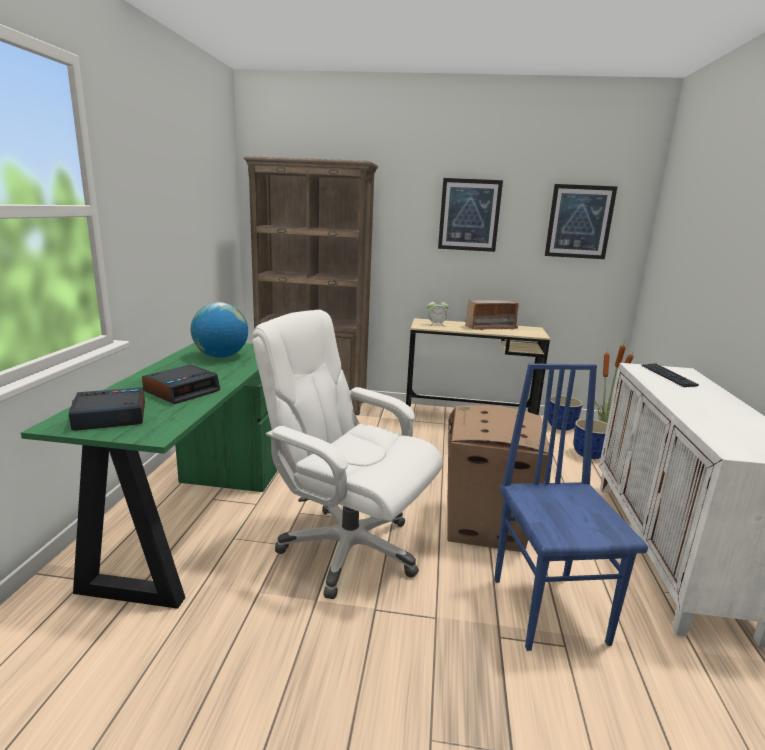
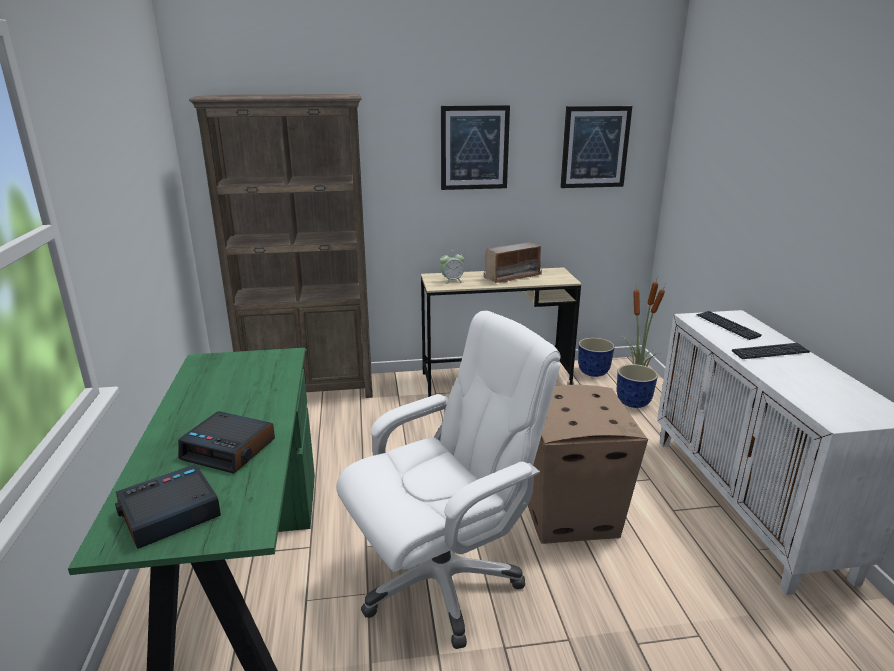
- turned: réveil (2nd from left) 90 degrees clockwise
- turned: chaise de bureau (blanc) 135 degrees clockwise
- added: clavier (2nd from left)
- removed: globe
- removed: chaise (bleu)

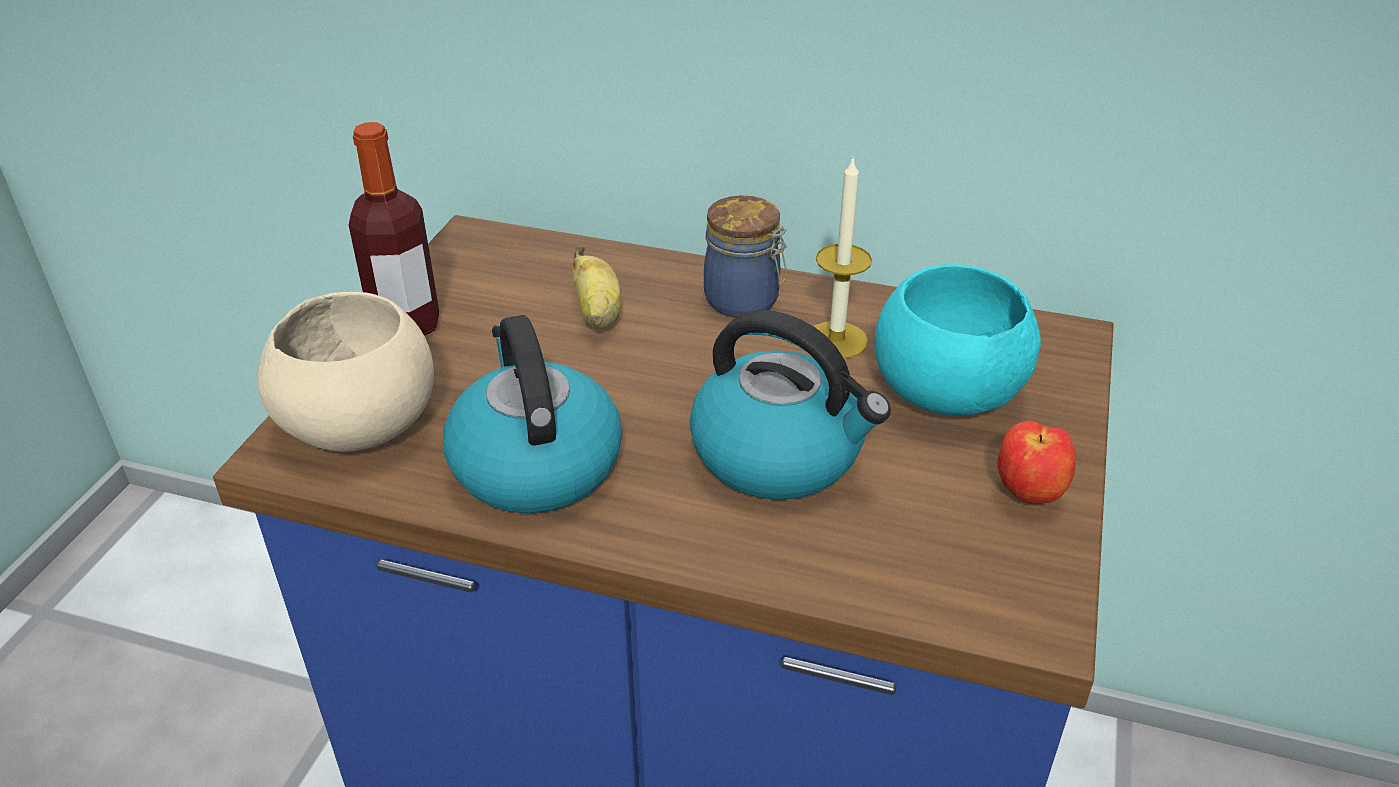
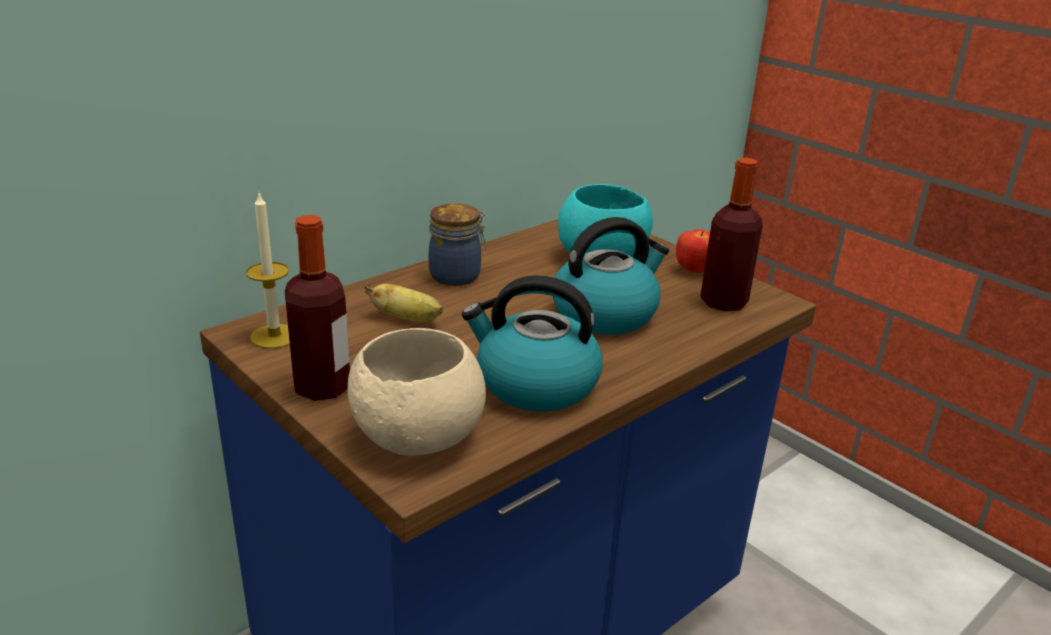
- moved: bougie
- added: bouteille (2nd from left)

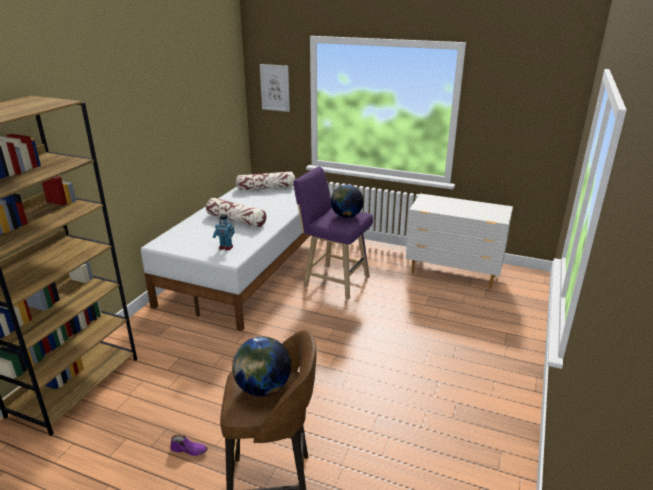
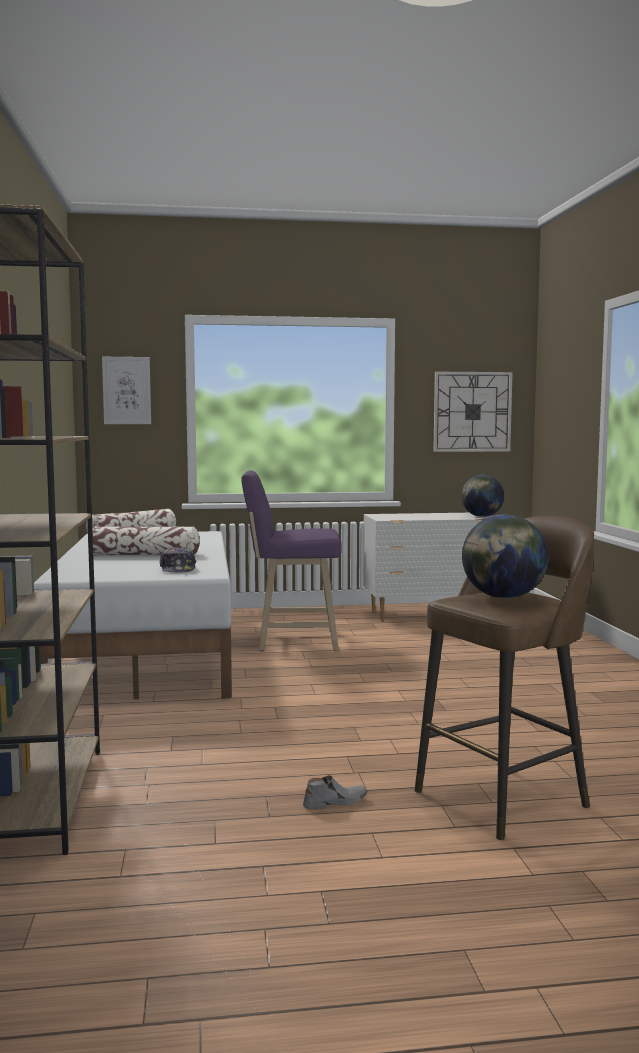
- replaced: robot jouet to casquette
- recoloured: chaussure (violet) to chaussure (gris)
- added: horloge murale
- moved: globe (2nd from left in the first image) to globe (1st from left)

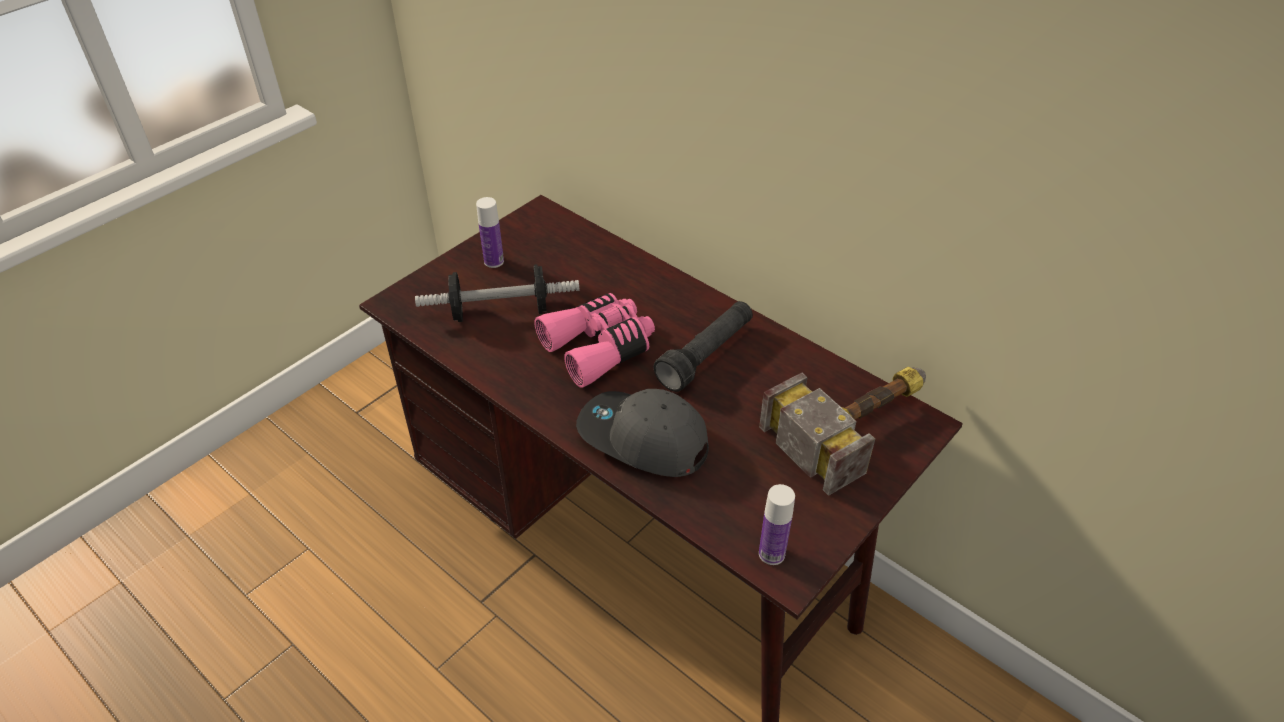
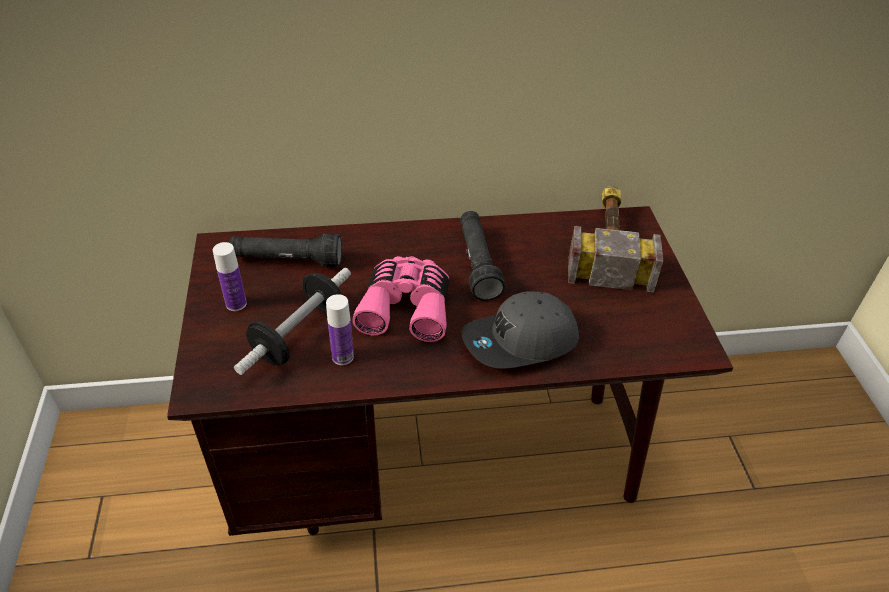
- added: lampe de poche (noir) (1st from left)
- moved: bouteille (2nd from left)

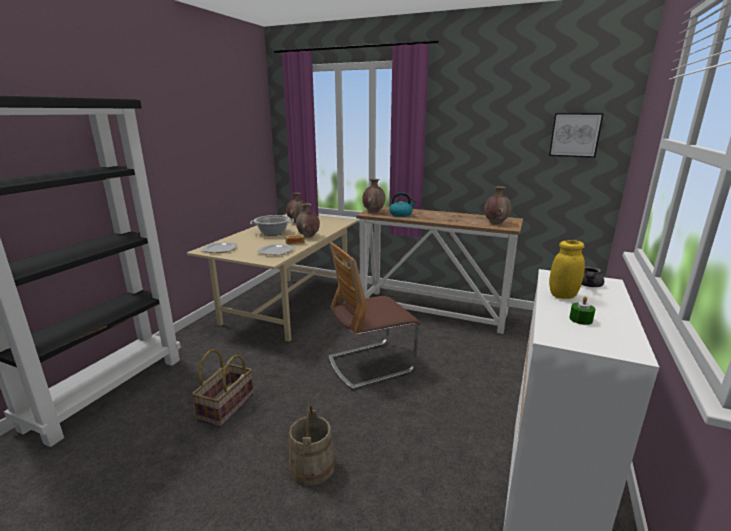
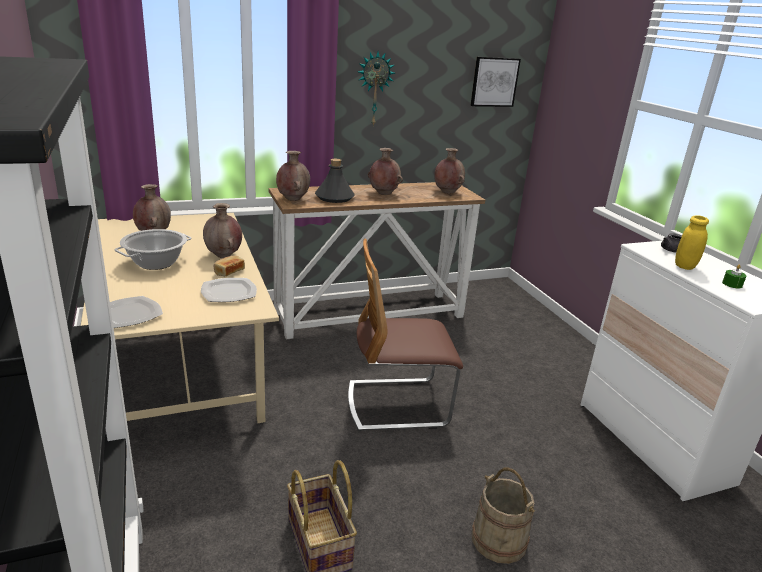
- replaced: bouilloire to bouteille (gris)
- turned: chaise 60 degrees clockwise
- added: horloge murale
- added: vase (marron) (4th from left)

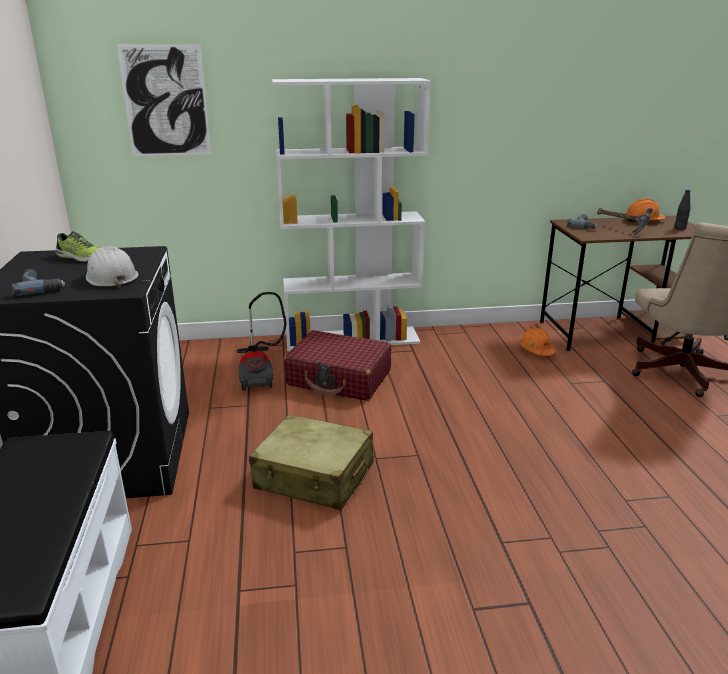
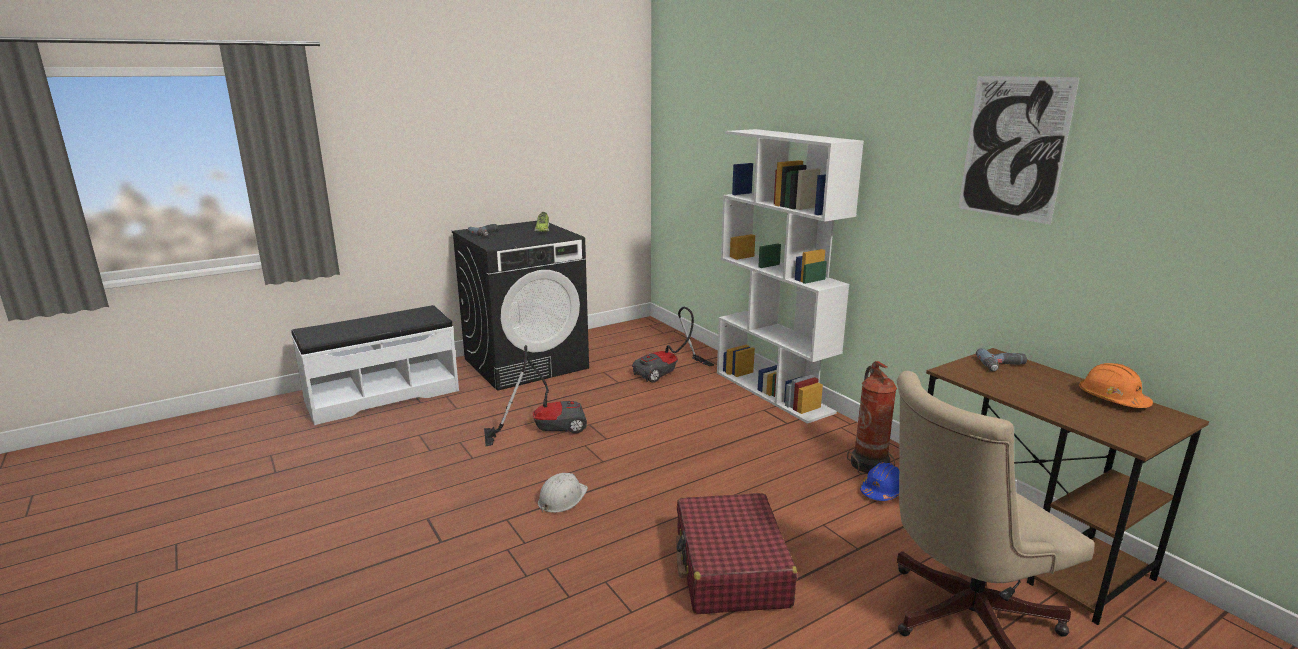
- replaced: valise (beige) to aspirateur (1st from left)
- moved: casque de chantier (blanc)
- moved: valise (rouge)
- added: extincteur
- recoloured: casque de chantier (orange) (1st from left) to casque de chantier (bleu)
- moved: tableau
- removed: marteau
- removed: bouteille (noir)

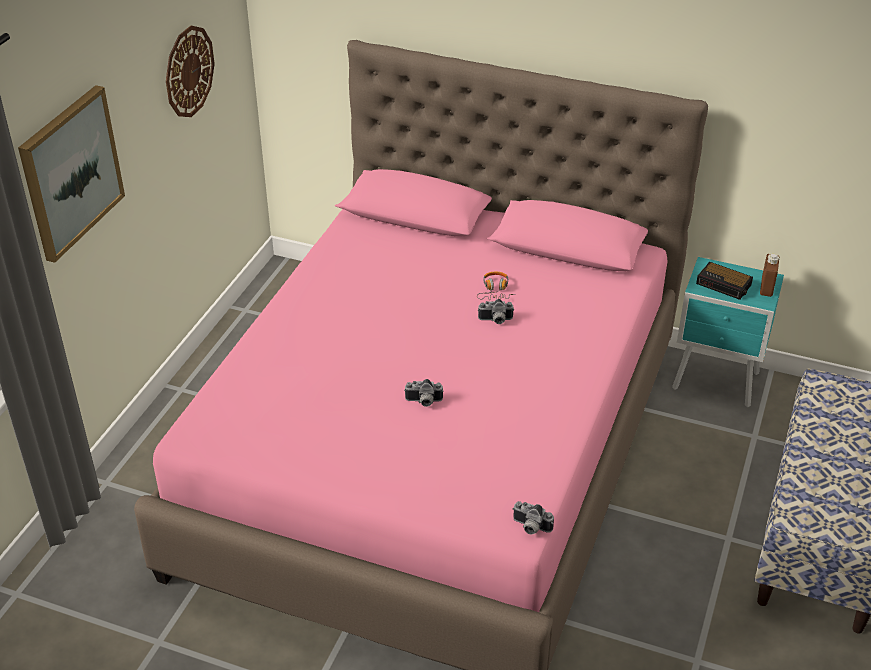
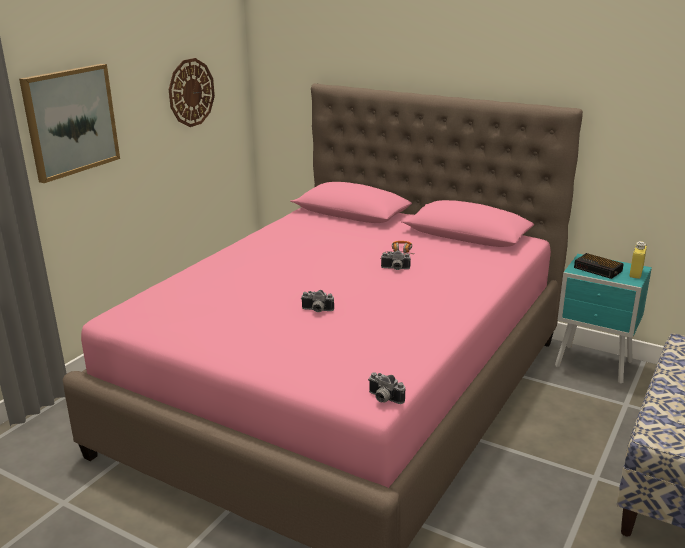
- recoloured: bouteille (marron) to bouteille (jaune)

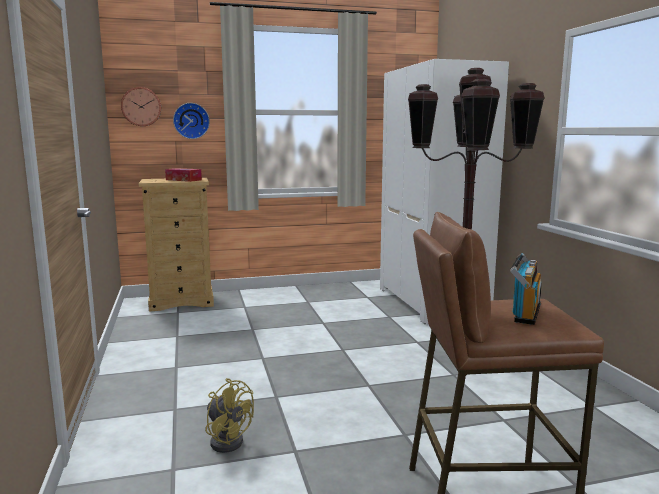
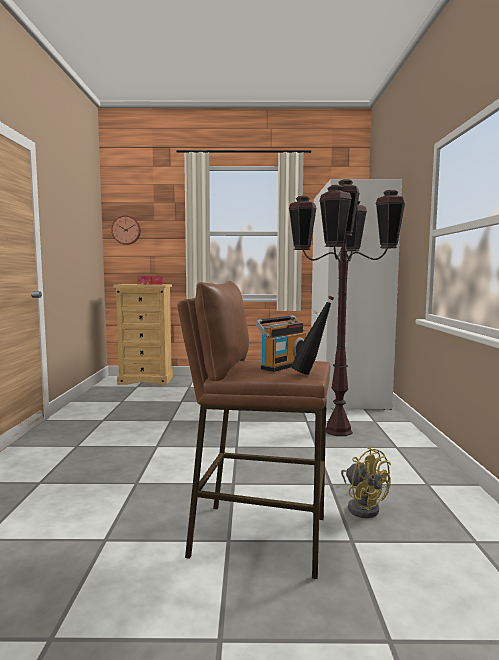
- added: bouteille (noir)
- moved: ventilateur (jaune)
- removed: horloge murale (2nd from left)

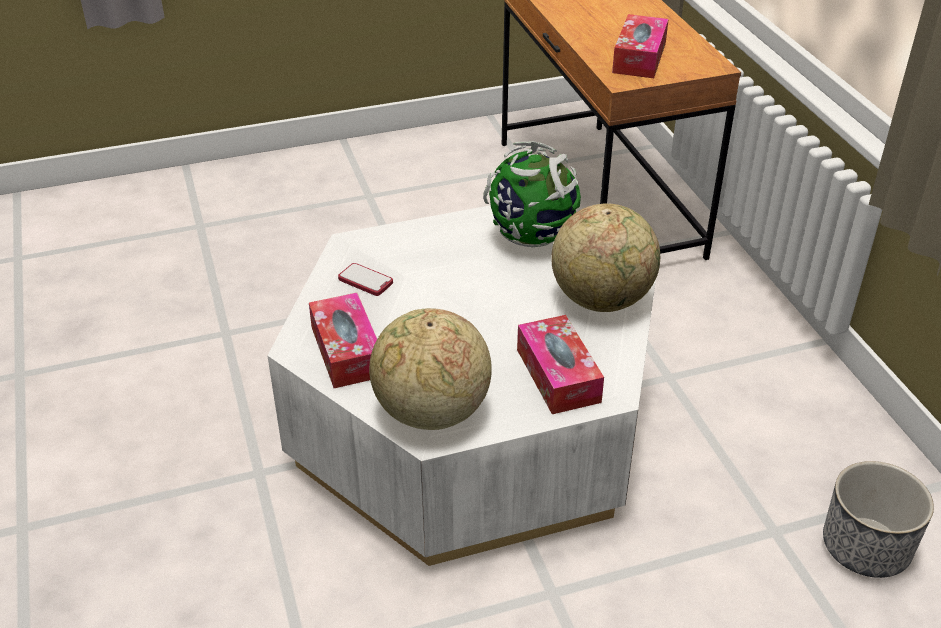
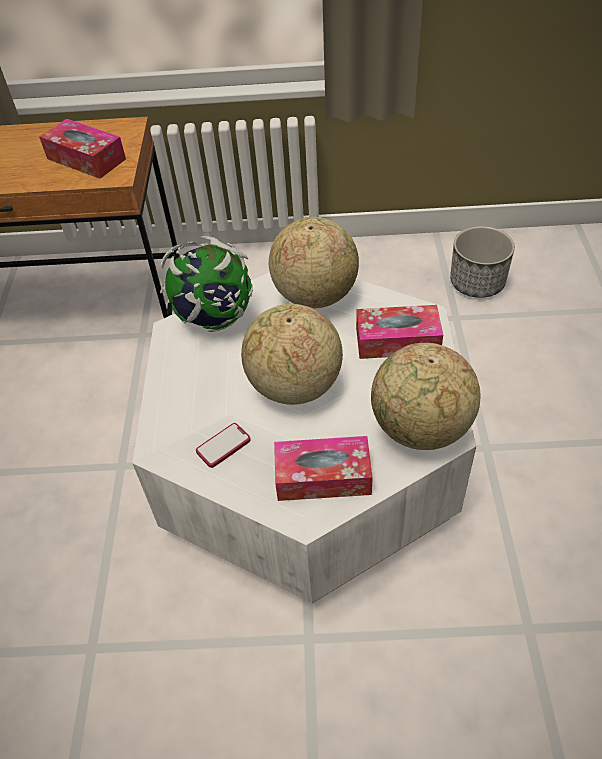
- added: globe (2nd from left)

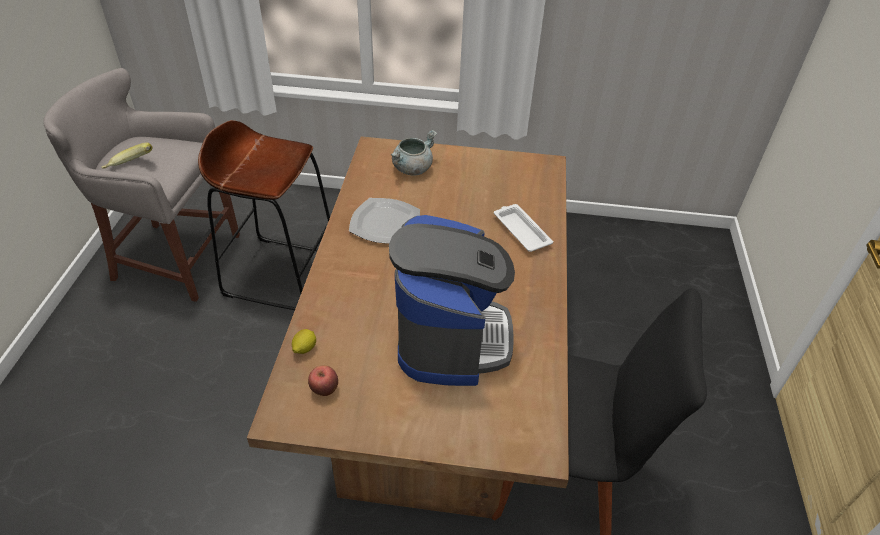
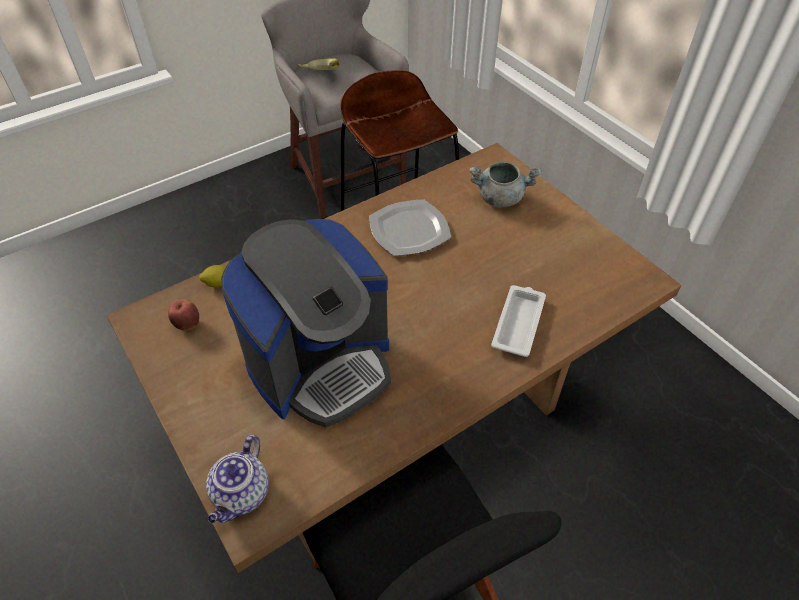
- added: théière

